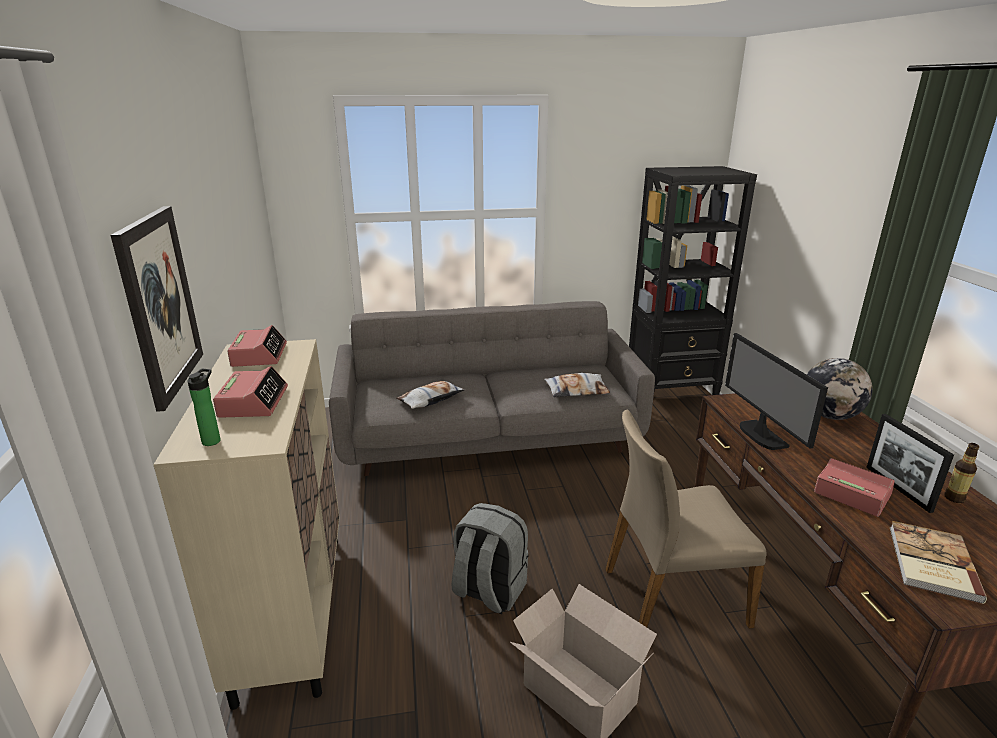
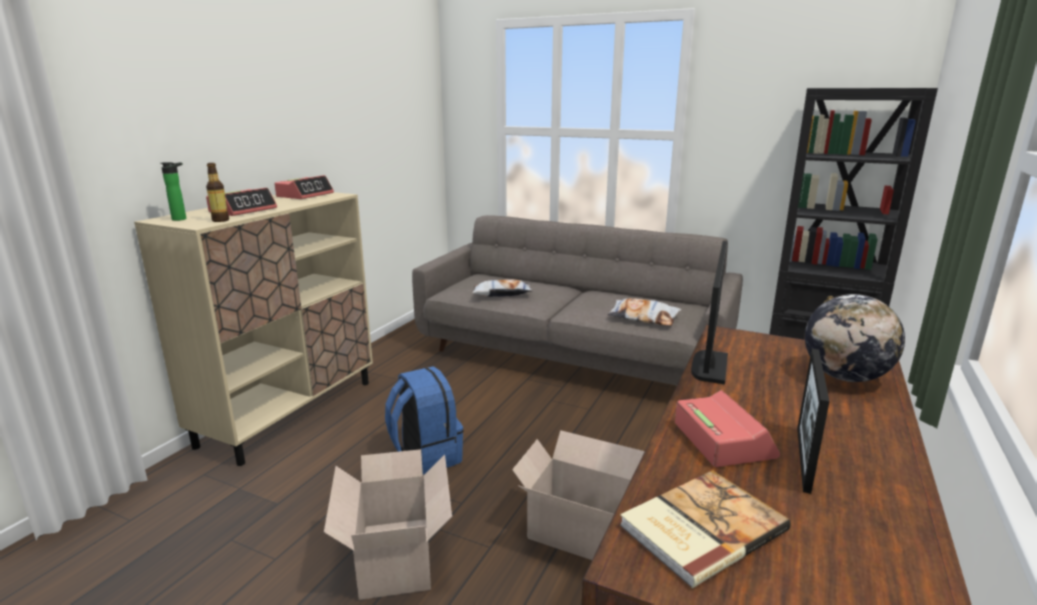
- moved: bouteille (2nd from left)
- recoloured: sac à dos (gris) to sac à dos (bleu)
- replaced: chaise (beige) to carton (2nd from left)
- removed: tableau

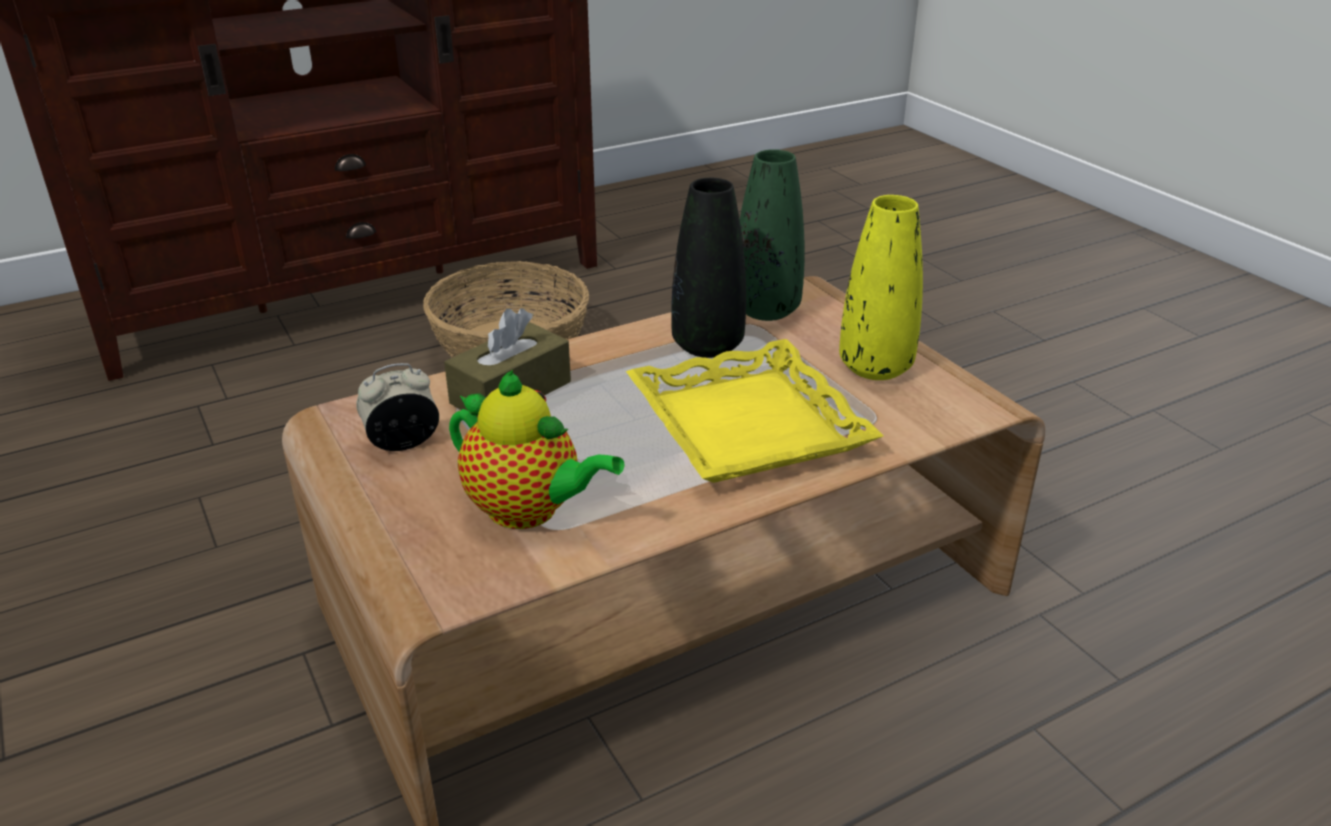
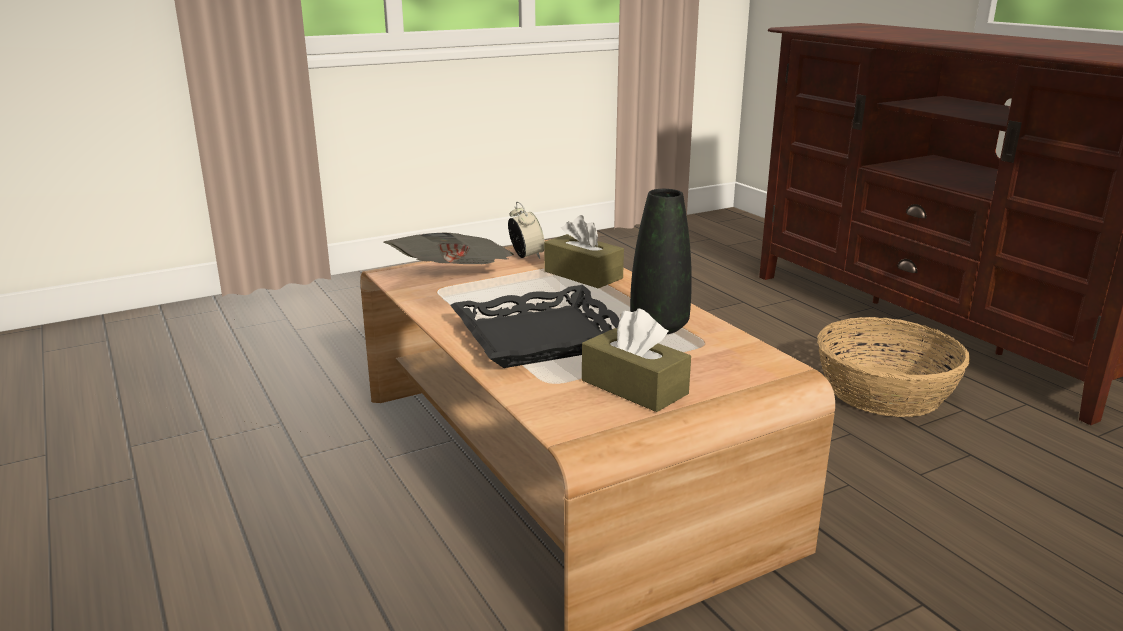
- replaced: théière to journal
- recoloured: plateau (jaune) to plateau (noir)
- replaced: vase (jaune) to boîte à mouchoirs (marron) (2nd from left)
- removed: vase (vert)

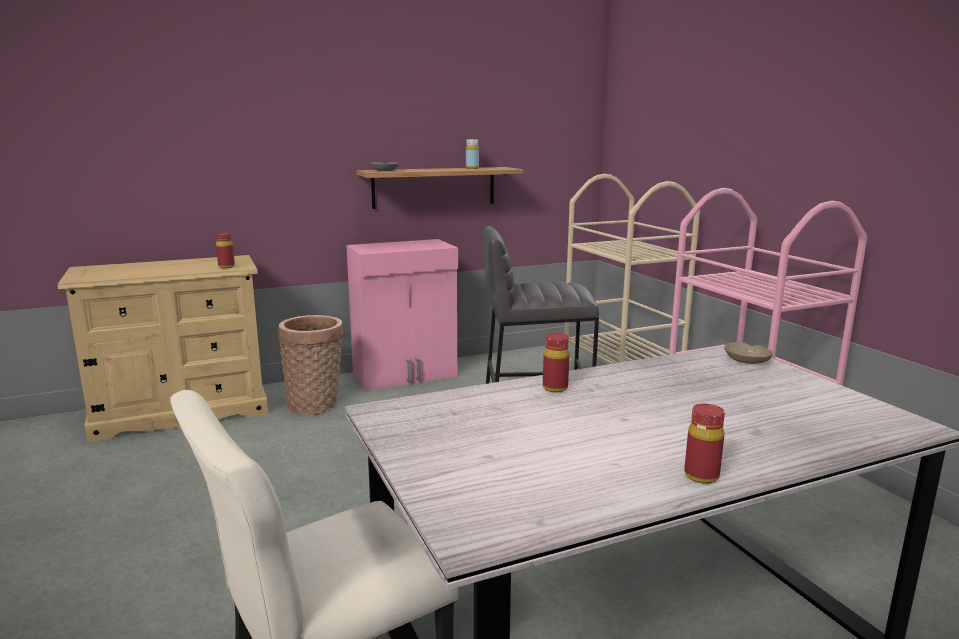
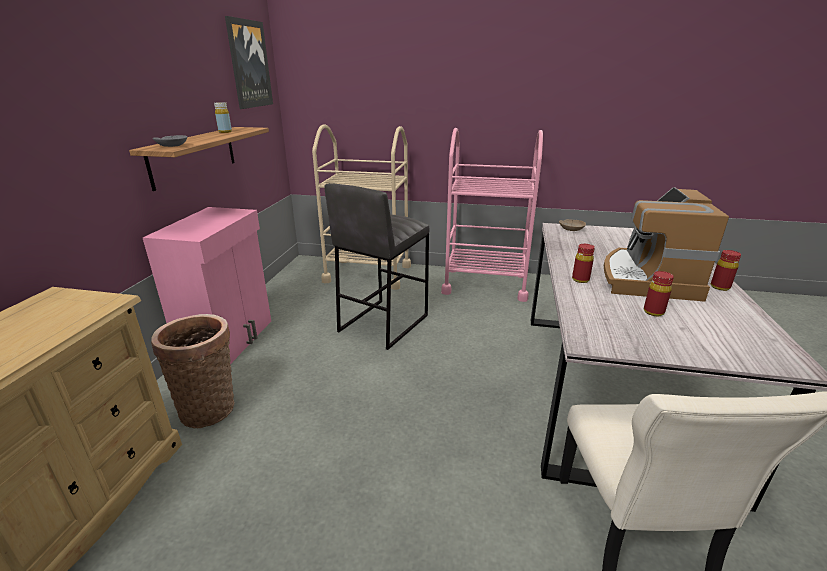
- added: tableau
- added: machine à café
- moved: bouteille (rouge) (1st from left in the first image) to bouteille (rouge) (2nd from left)

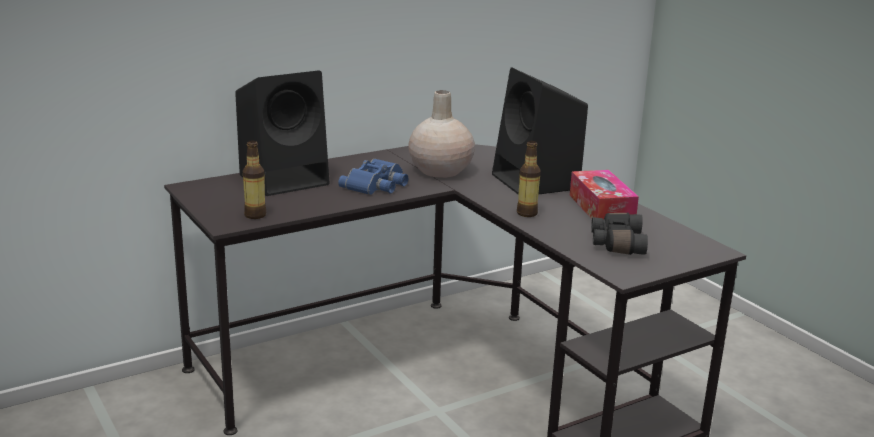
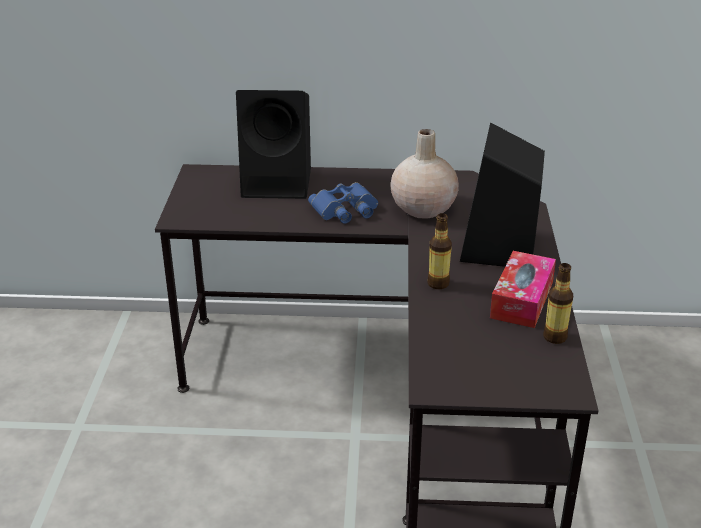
- moved: bouteille (1st from left in the first image) to bouteille (2nd from left)
- removed: jumelles (noir)

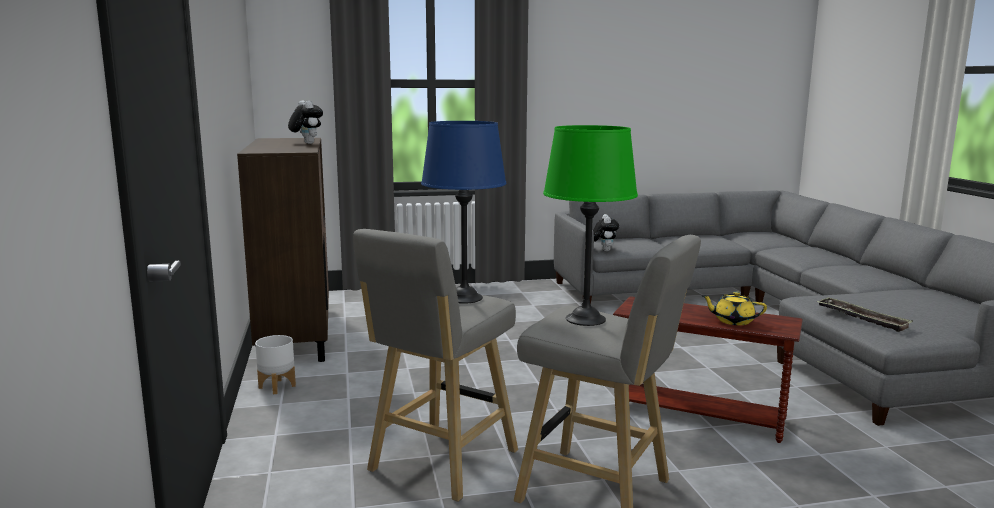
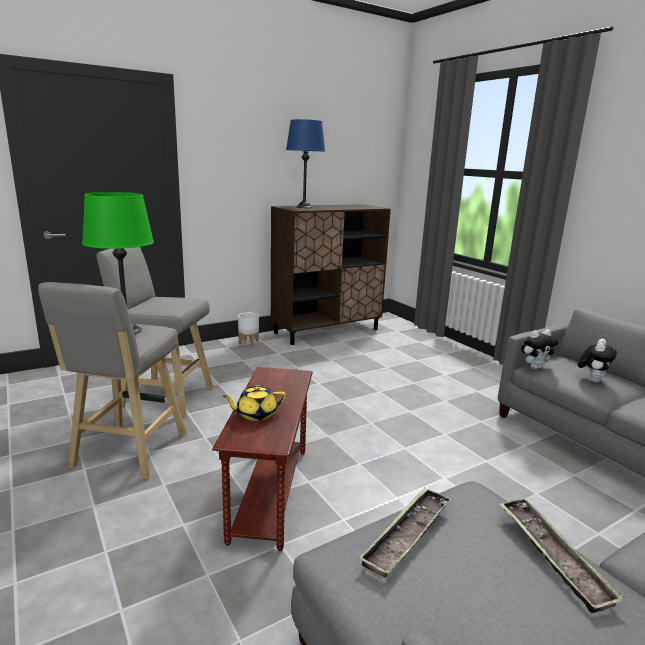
- turned: théière (jaune) 105 degrees counterclockwise
- moved: lampe de table (bleu)
- added: plateau (2nd from left)
- moved: peluche (1st from left in the first image) to peluche (2nd from left)

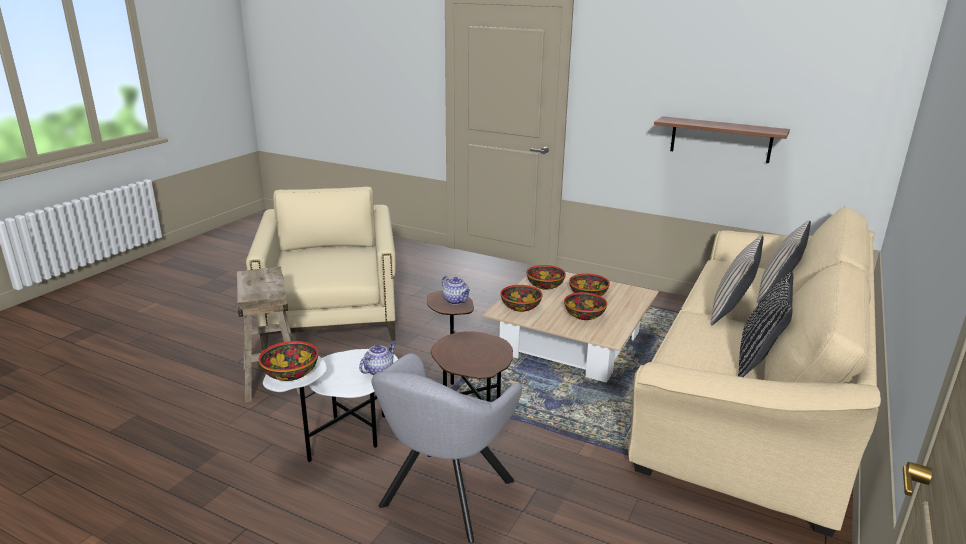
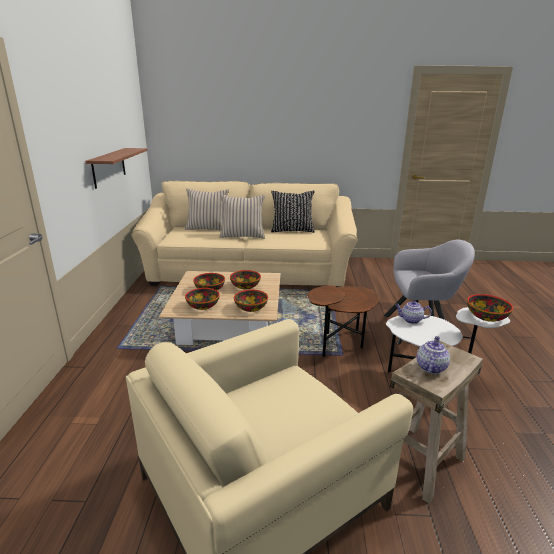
- moved: théière (2nd from left)

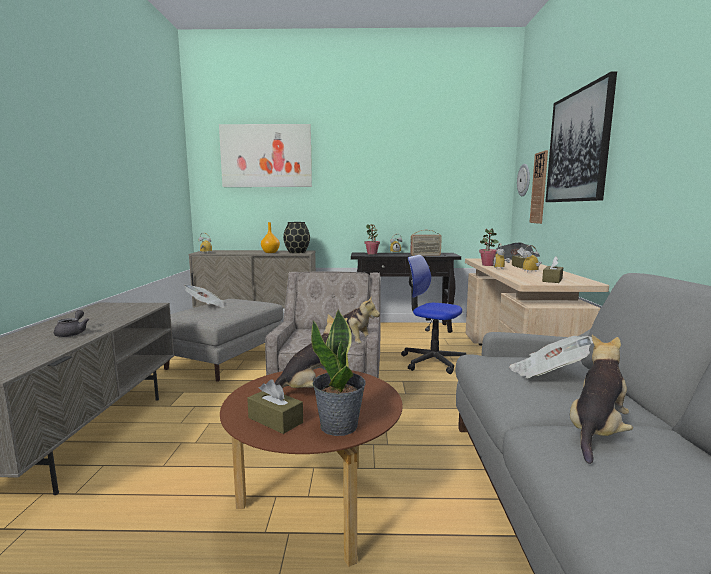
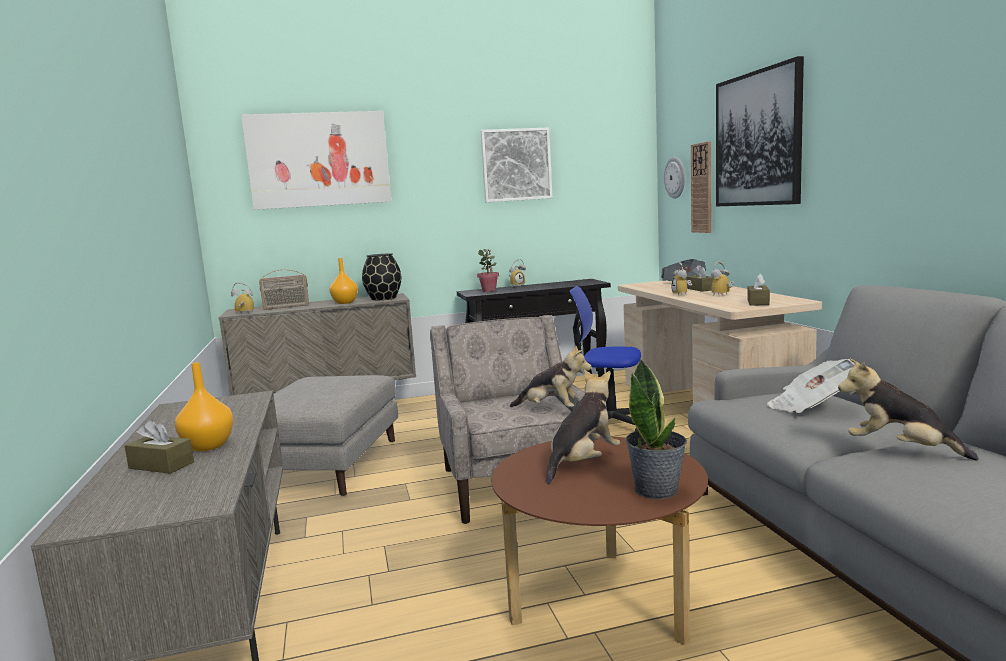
- moved: boîte à mouchoirs (marron) (1st from left)
- replaced: théière (gris) to vase (orange) (1st from left)
- moved: radio
- added: tableau (2nd from left)
- turned: peluche (3rd from left) 75 degrees counterclockwise
- removed: journal (1st from left)
- removed: plante en pot (3rd from left)

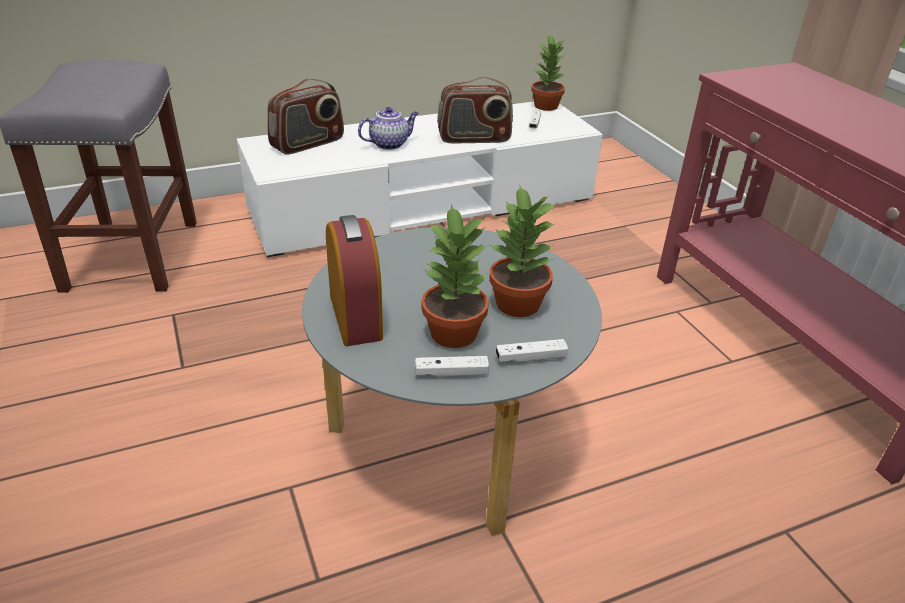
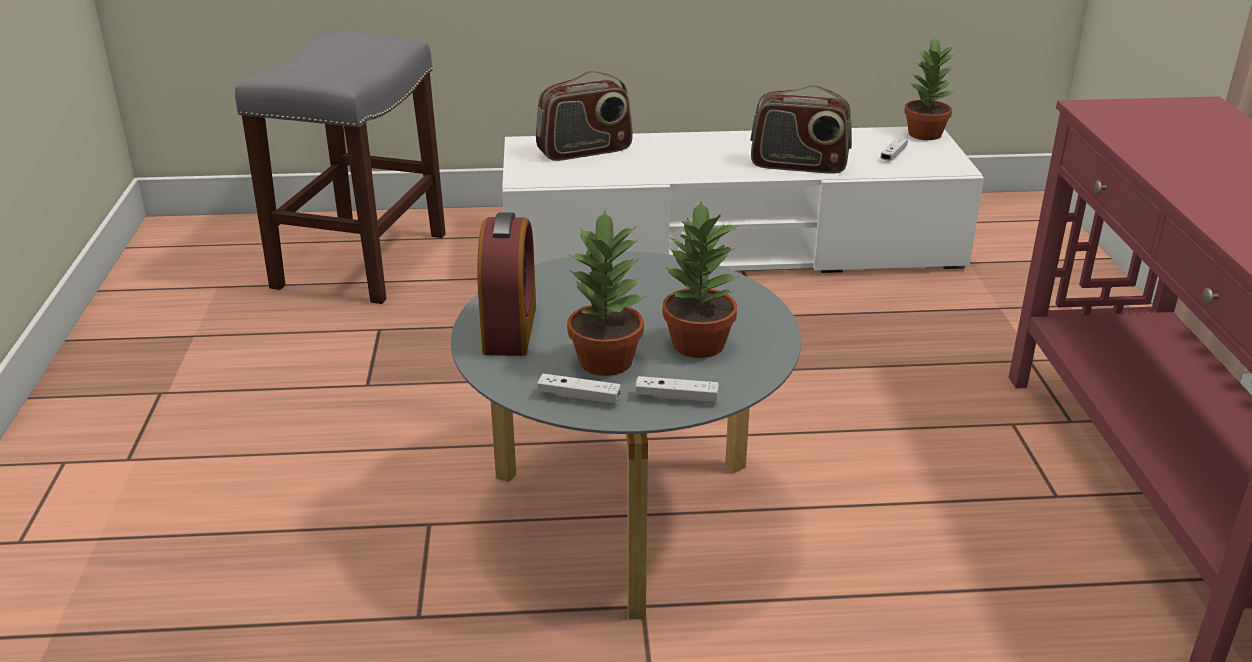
- removed: théière

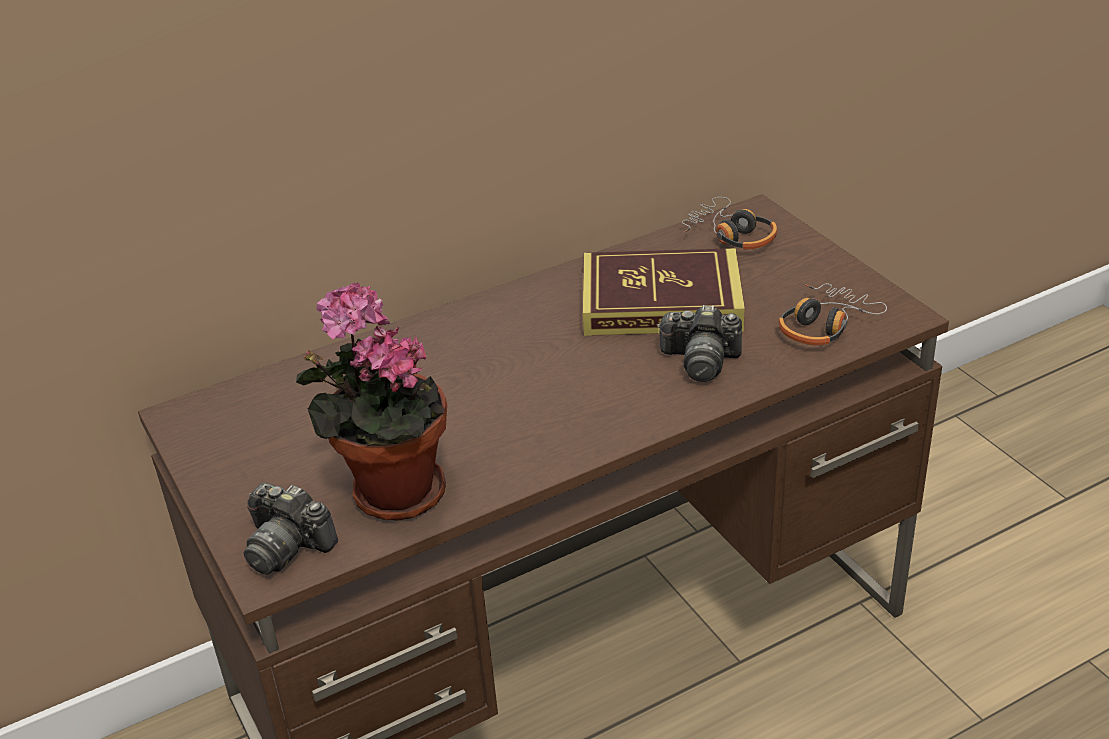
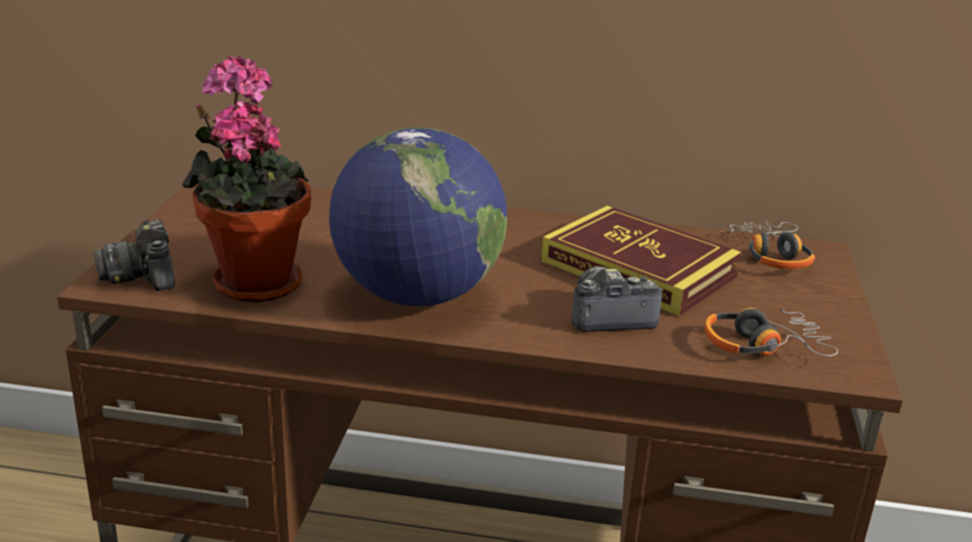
- added: globe
- turned: appareil photo (2nd from left) 120 degrees clockwise

